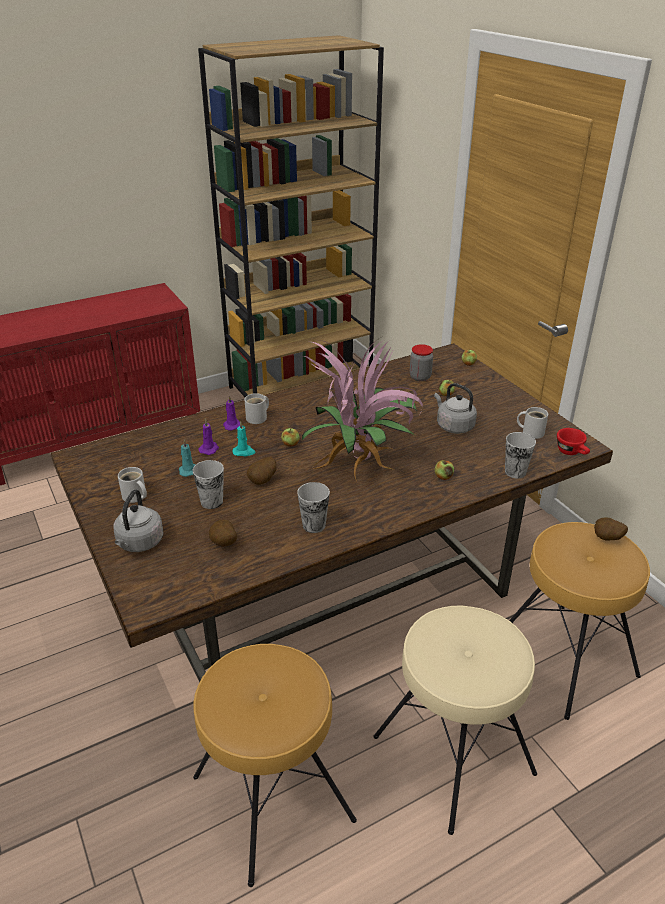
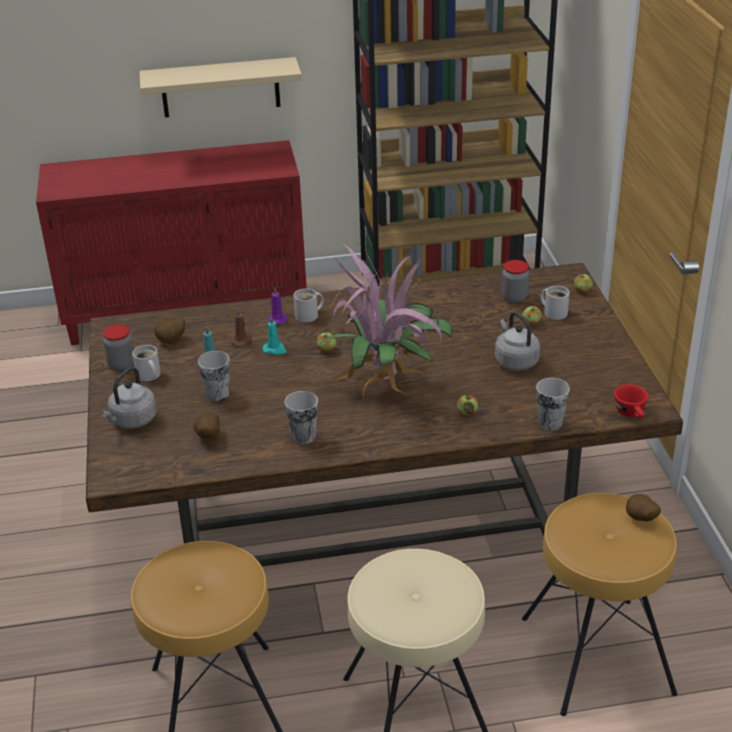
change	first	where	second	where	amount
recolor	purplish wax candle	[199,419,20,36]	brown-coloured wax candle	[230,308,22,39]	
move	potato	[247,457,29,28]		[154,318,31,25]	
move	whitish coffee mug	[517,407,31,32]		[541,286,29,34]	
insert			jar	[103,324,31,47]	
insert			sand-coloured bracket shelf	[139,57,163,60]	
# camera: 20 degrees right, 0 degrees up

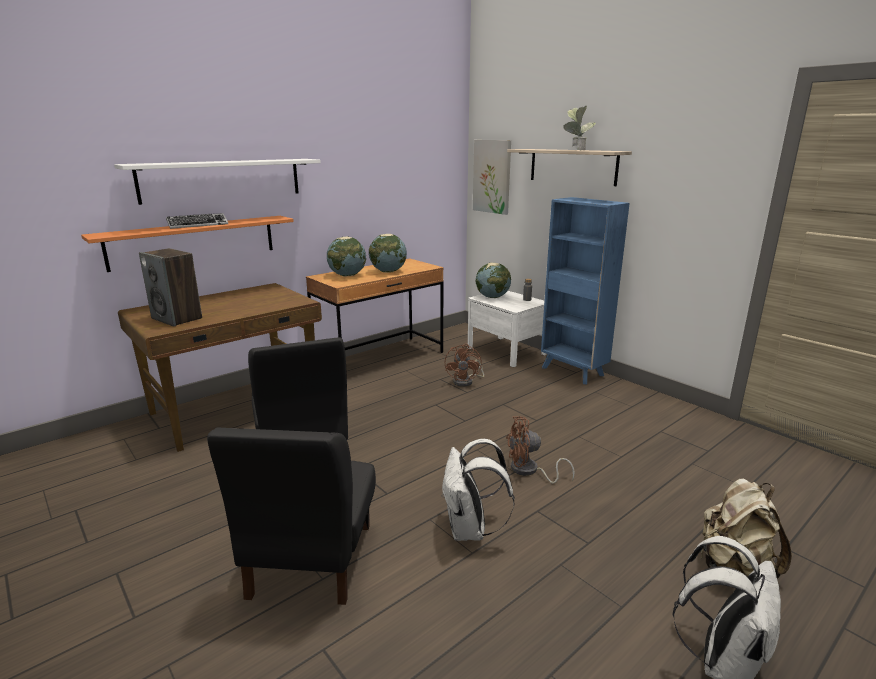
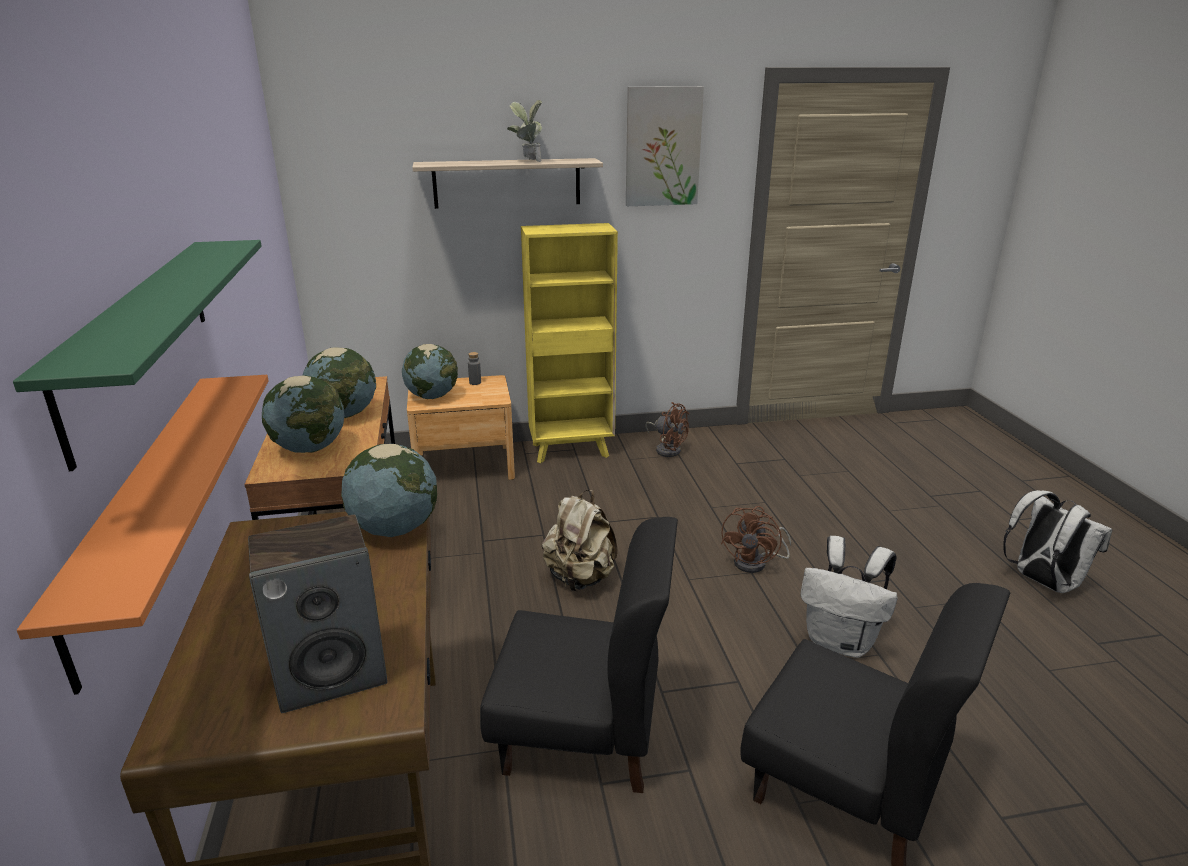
change	first	where	second	where	amount
recolor	whitish bracket shelf	[114,159,207,46]	greenish bracket shelf	[13,240,249,231]	
delete	PC keyboard	[166,213,62,16]			
move	brown-coloured electric fan	[445,343,39,44]		[645,402,44,55]	
recolor	whitish nightstand	[468,291,79,76]	brown-coloured nightstand	[407,375,108,105]	
move	wall picture	[473,140,38,75]		[626,86,78,120]	
recolor	blue-coloured bookcase	[541,197,89,187]	yellowish bookcase	[521,223,97,240]	
move	sand-coloured backpack	[700,478,92,101]		[542,490,76,101]	
insert			globe	[341,444,96,93]	
# camera: 60 degrees left, 5 degrees up

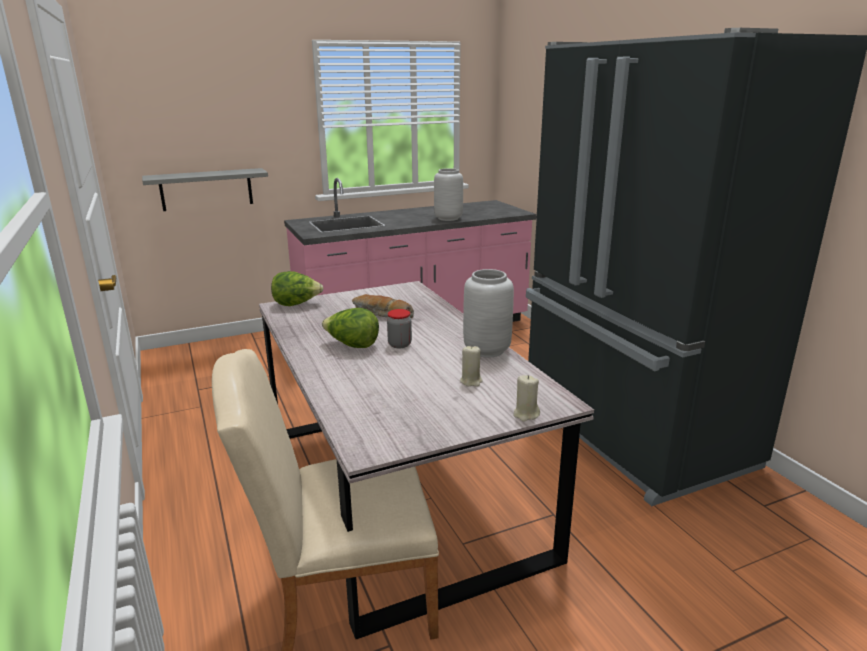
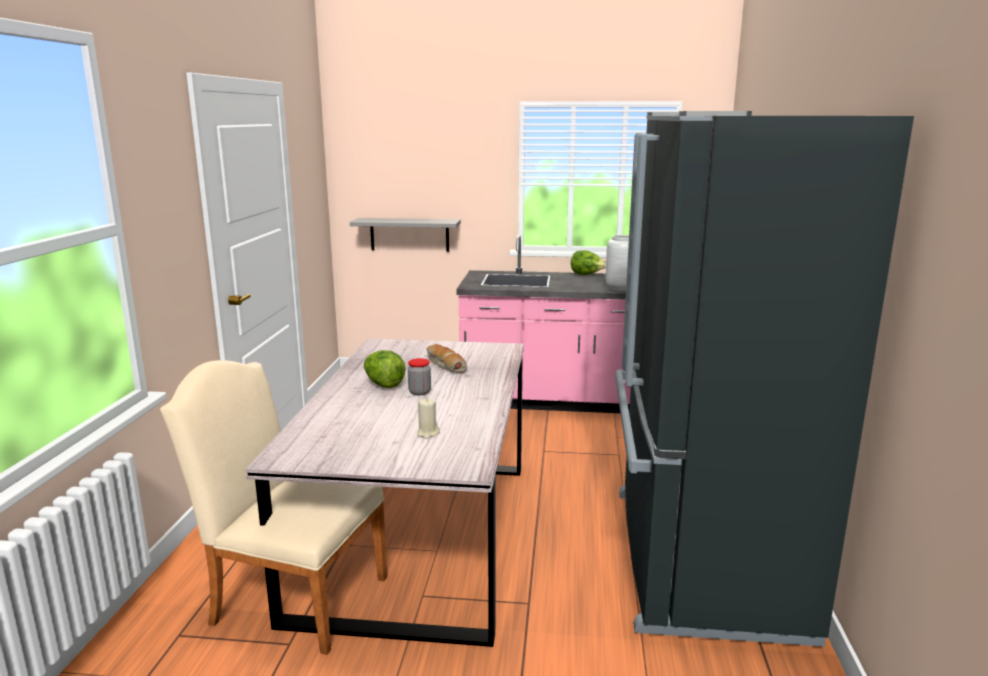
change	first	where	second	where	amount
move	lettuce head	[271,271,53,35]		[571,250,35,25]	
delete	greyish vase	[463,269,51,89]			
delete	sand-coloured wax candle	[513,375,27,46]			
# camera: 30 degrees right, 5 degrees down

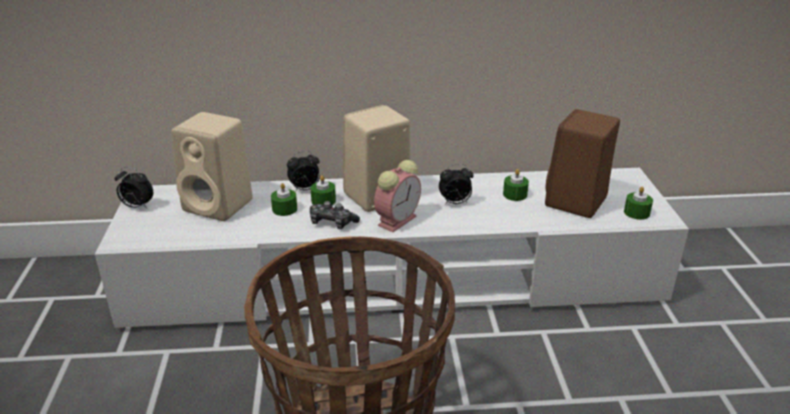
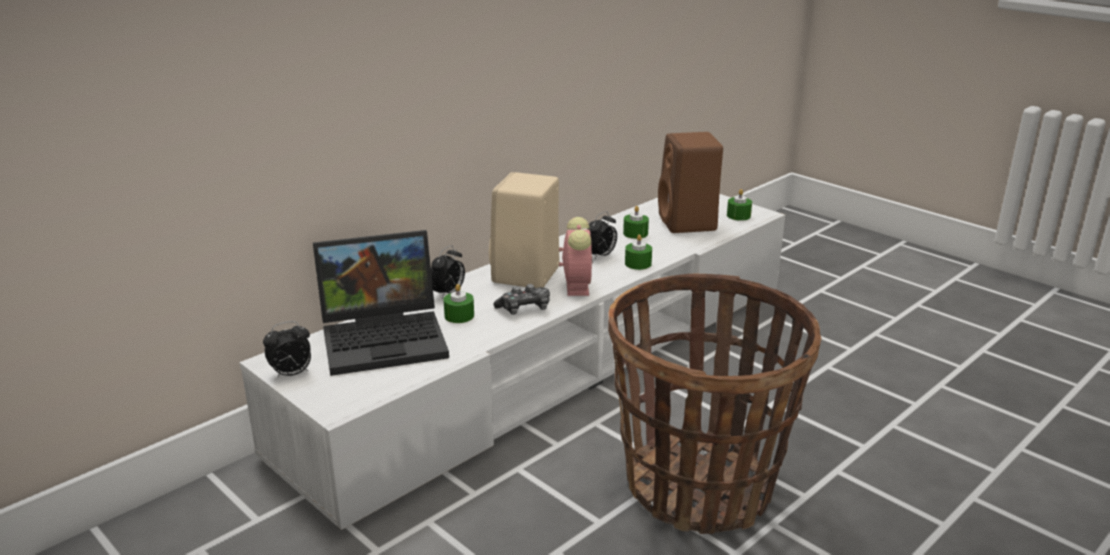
change	first	where	second	where	amount
replace	sand-coloured speaker	[171,112,82,109]	portable computer	[313,230,136,146]	
move	greenish wax candle	[311,175,25,30]		[625,234,27,36]	
# camera: 40 degrees left, 5 degrees down

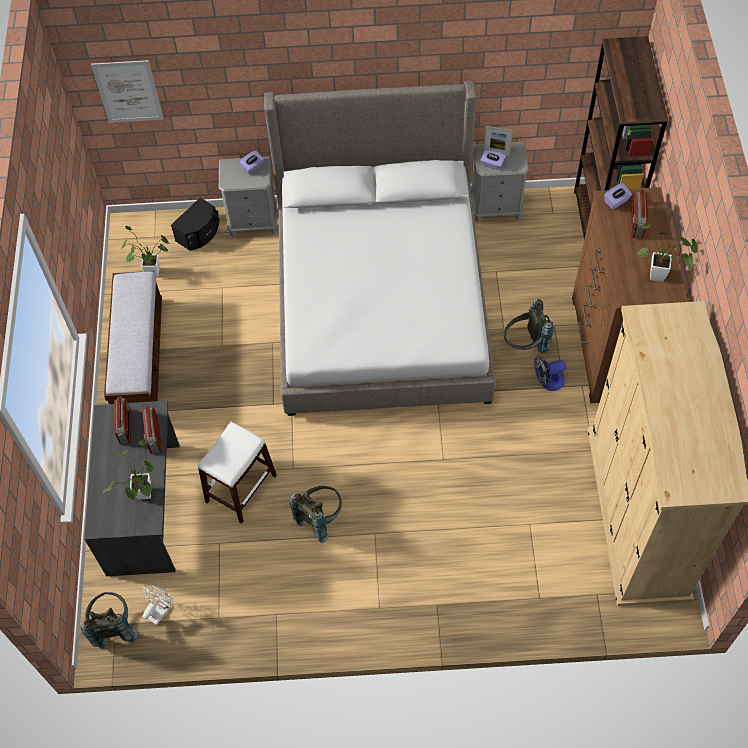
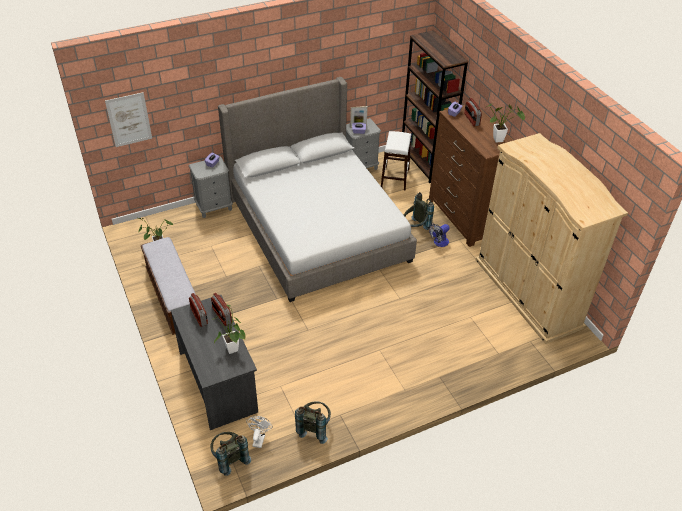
change	first	where	second	where	amount
delete	black-coloured speaker	[171,198,48,53]			
move	whitish stool seat	[198,422,79,102]		[381,131,30,59]	
move	greyish backpack	[290,486,52,57]		[295,401,36,43]	
# camera: 25 degrees left, 15 degrees down

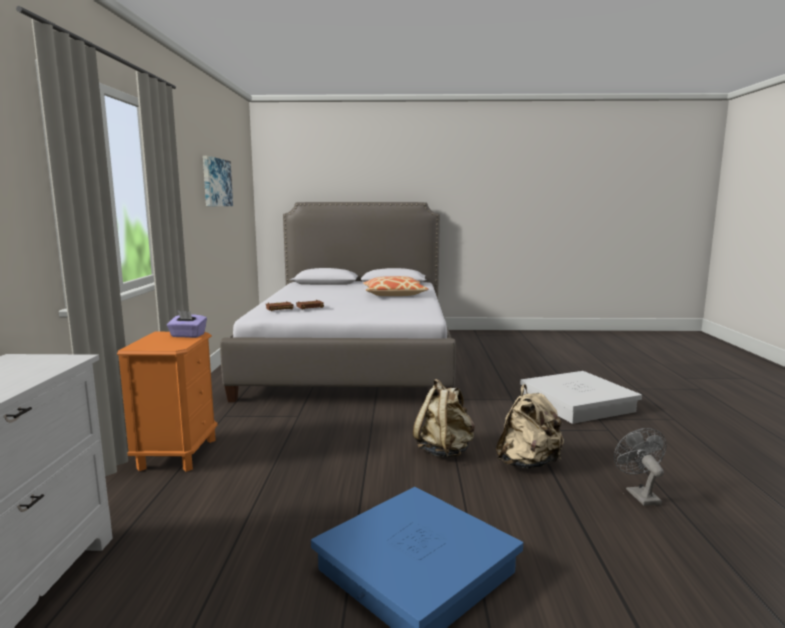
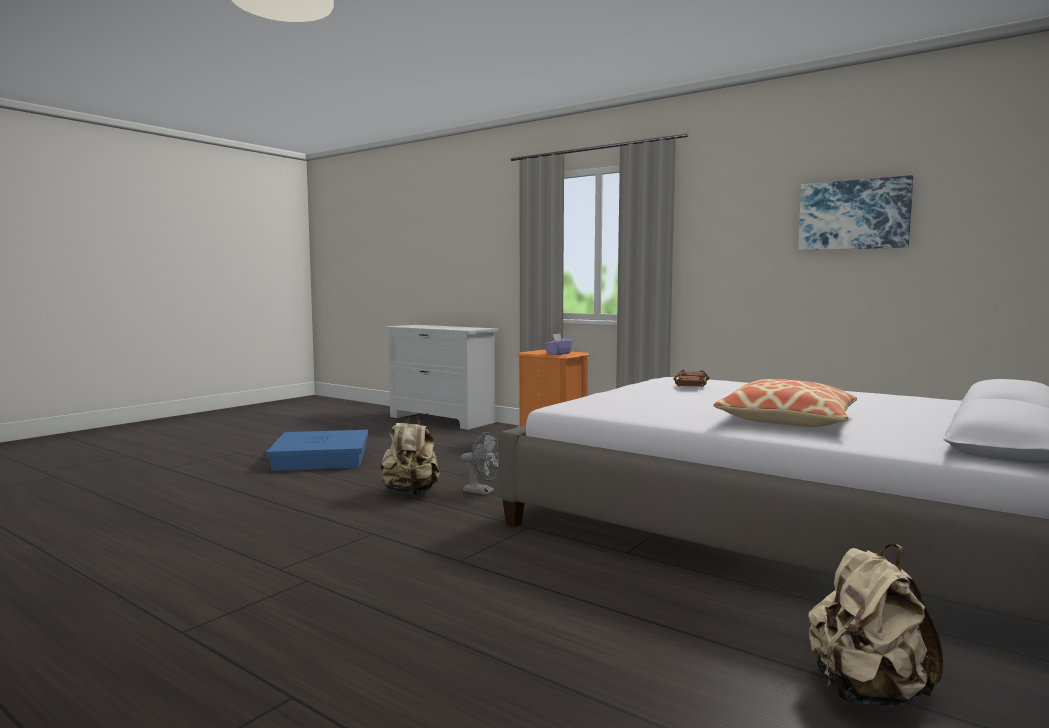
change	first	where	second	where	amount
move	sand-coloured backpack	[496,384,68,85]		[808,544,135,162]	
delete	whitish storage bin	[520,371,122,53]			
move	greyish electric fan	[614,428,52,78]		[461,432,38,63]	
# camera: 125 degrees right, 5 degrees down

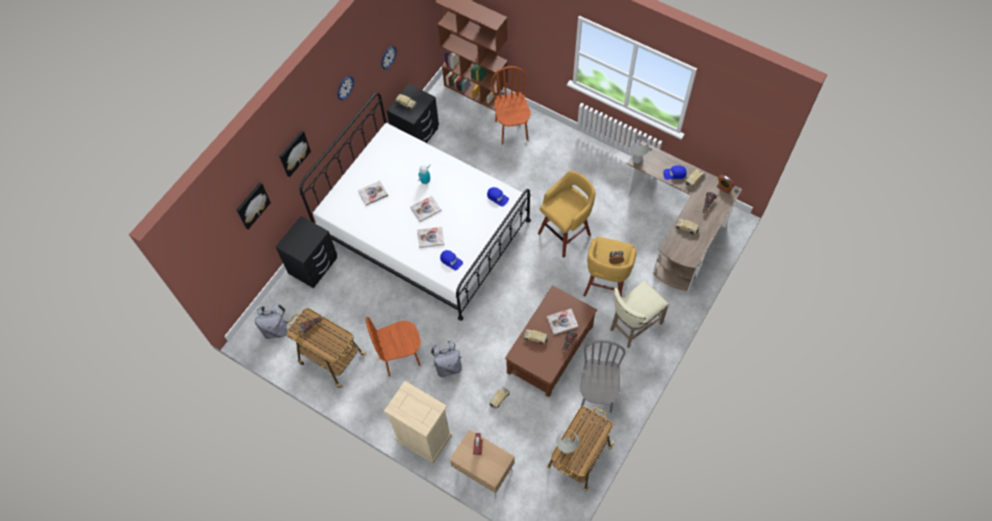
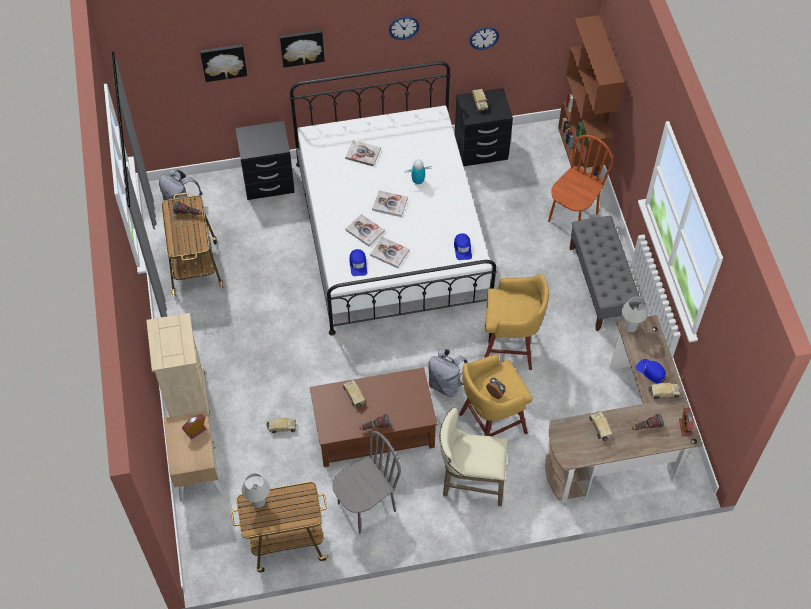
change	first	where	second	where	amount
delete	brown-coloured plain chair	[366,317,55,60]			
move	greyish backpack	[431,341,31,36]		[428,348,40,49]	
move	book	[547,309,31,26]		[370,237,39,31]	
insert			greyish long seat	[570,216,71,115]	
# camera: 45 degrees right, 5 degrees down

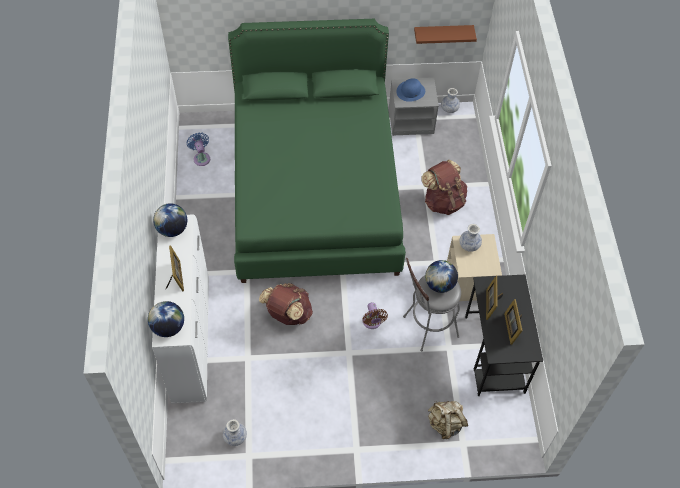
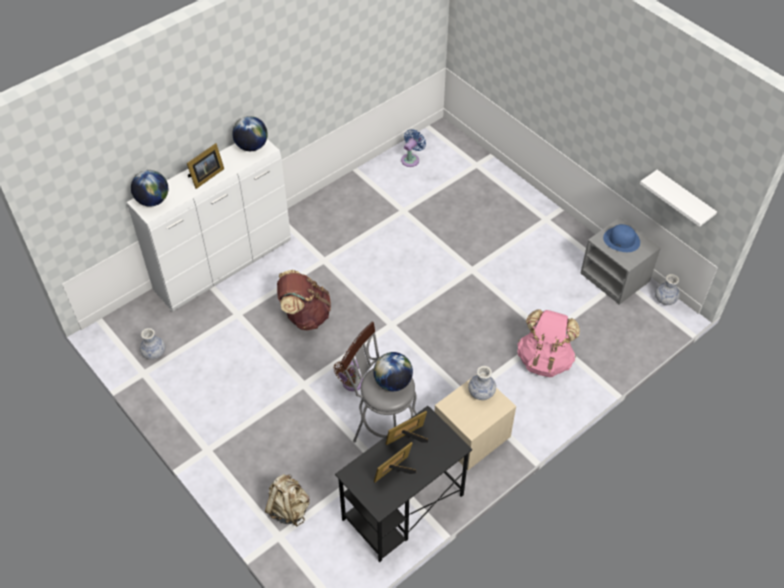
change	first	where	second	where	amount
delete	greenish sleeping bed	[228,19,178,264]			
recolor	brown-coloured bracket shelf	[414,25,63,19]	whitish bracket shelf	[640,170,77,57]	
recolor	brown-coloured backpack	[422,160,45,55]	pink backpack	[517,309,63,68]	
# camera: 55 degrees right, 5 degrees down

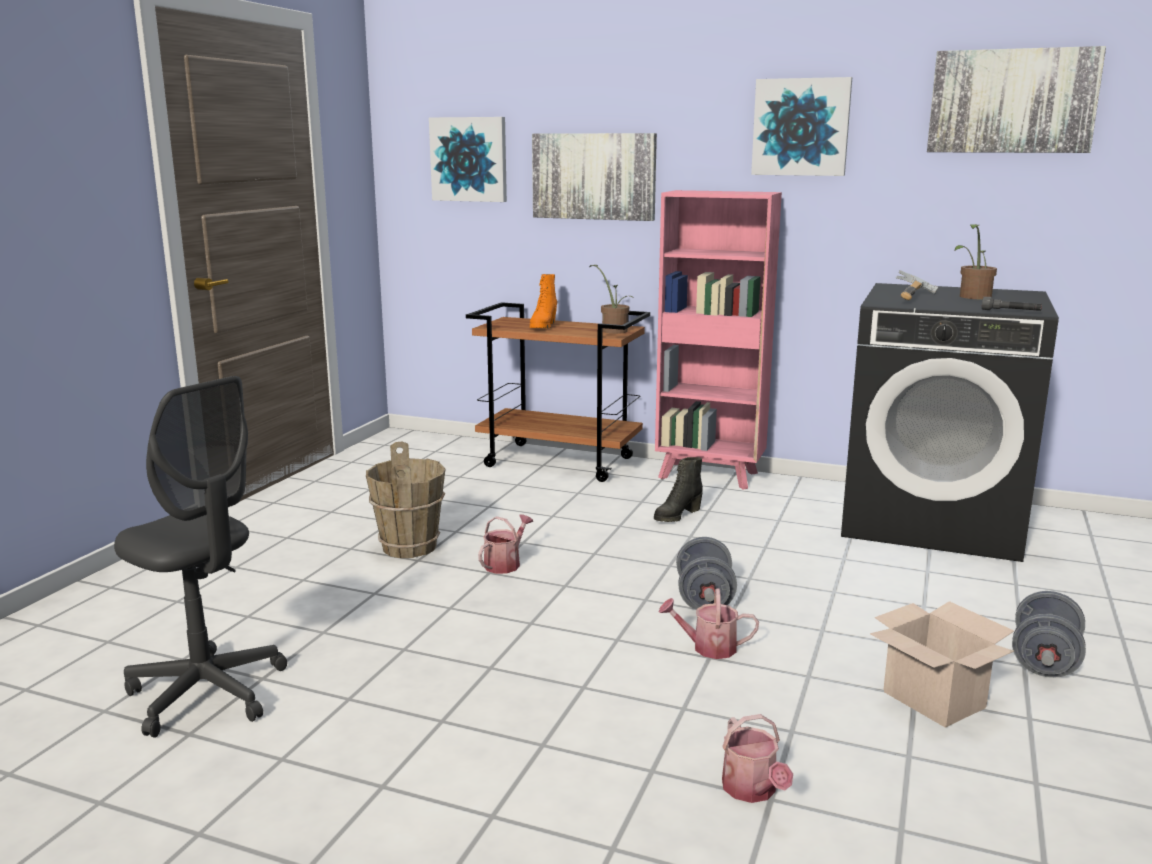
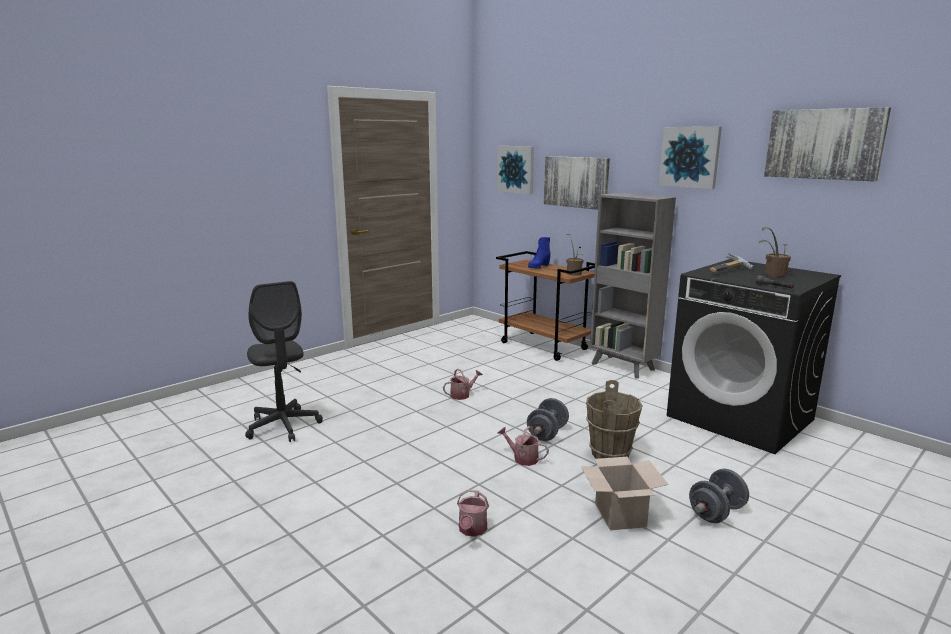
change	first	where	second	where	amount
move	brown-coloured water bucket	[366,442,80,116]		[586,380,57,79]	
recolor	orange-coloured tall boot	[530,274,27,54]	blue-coloured tall boot	[528,237,23,32]	
delete	black-coloured tall boot	[654,457,49,65]			
recolor	pink bookcase	[655,190,127,300]	greyish bookcase	[590,193,86,185]	
# camera: 25 degrees right, 0 degrees up

